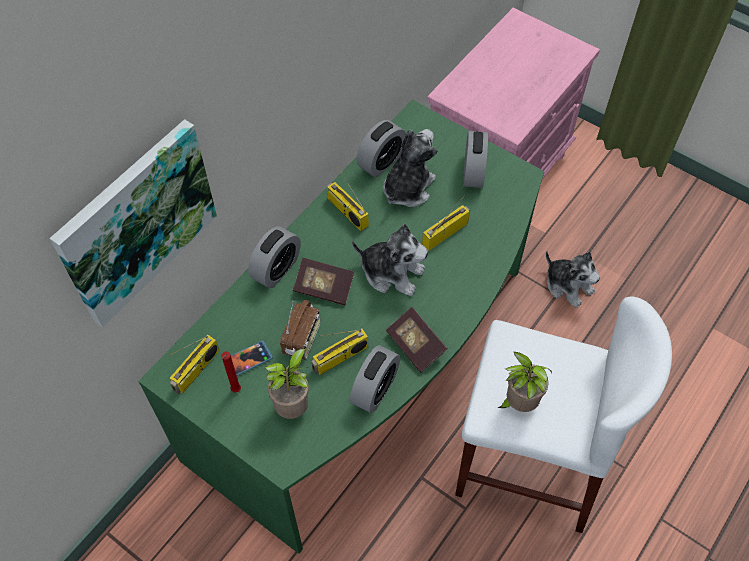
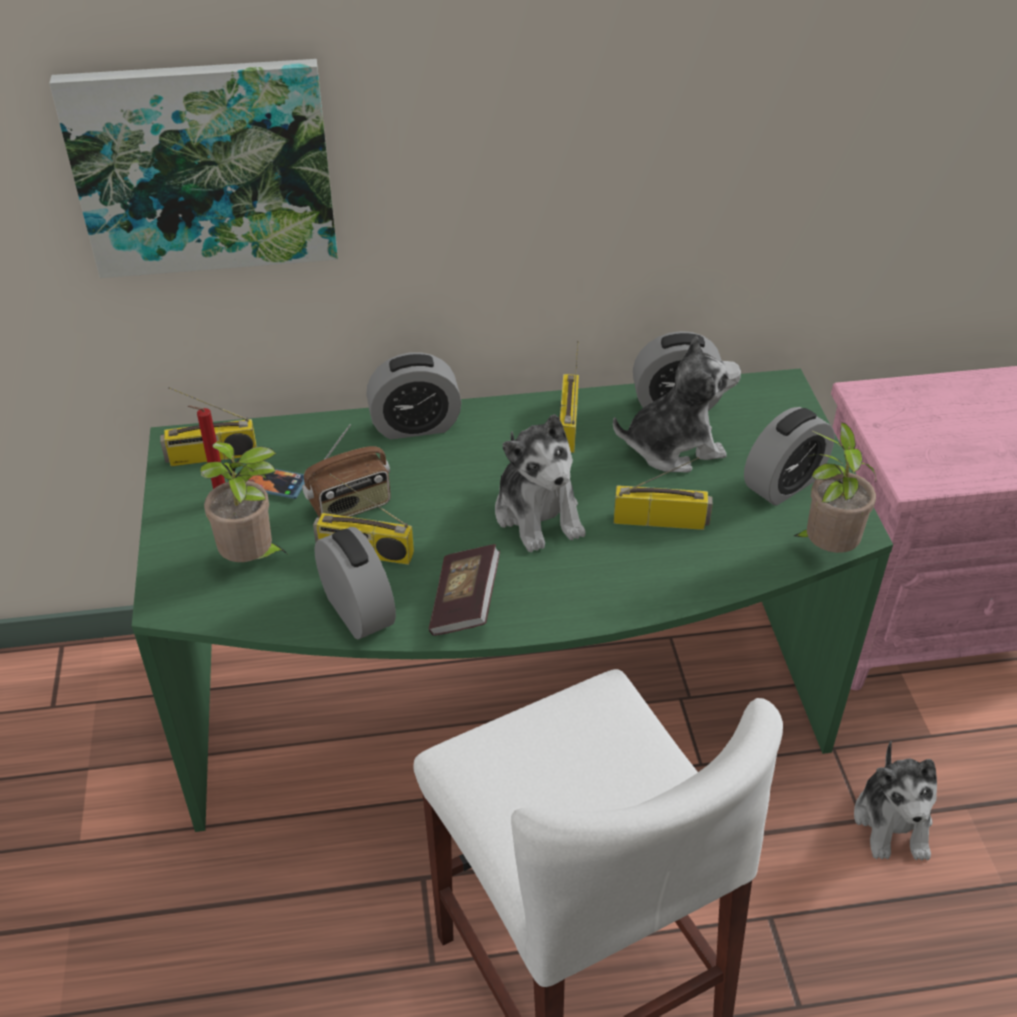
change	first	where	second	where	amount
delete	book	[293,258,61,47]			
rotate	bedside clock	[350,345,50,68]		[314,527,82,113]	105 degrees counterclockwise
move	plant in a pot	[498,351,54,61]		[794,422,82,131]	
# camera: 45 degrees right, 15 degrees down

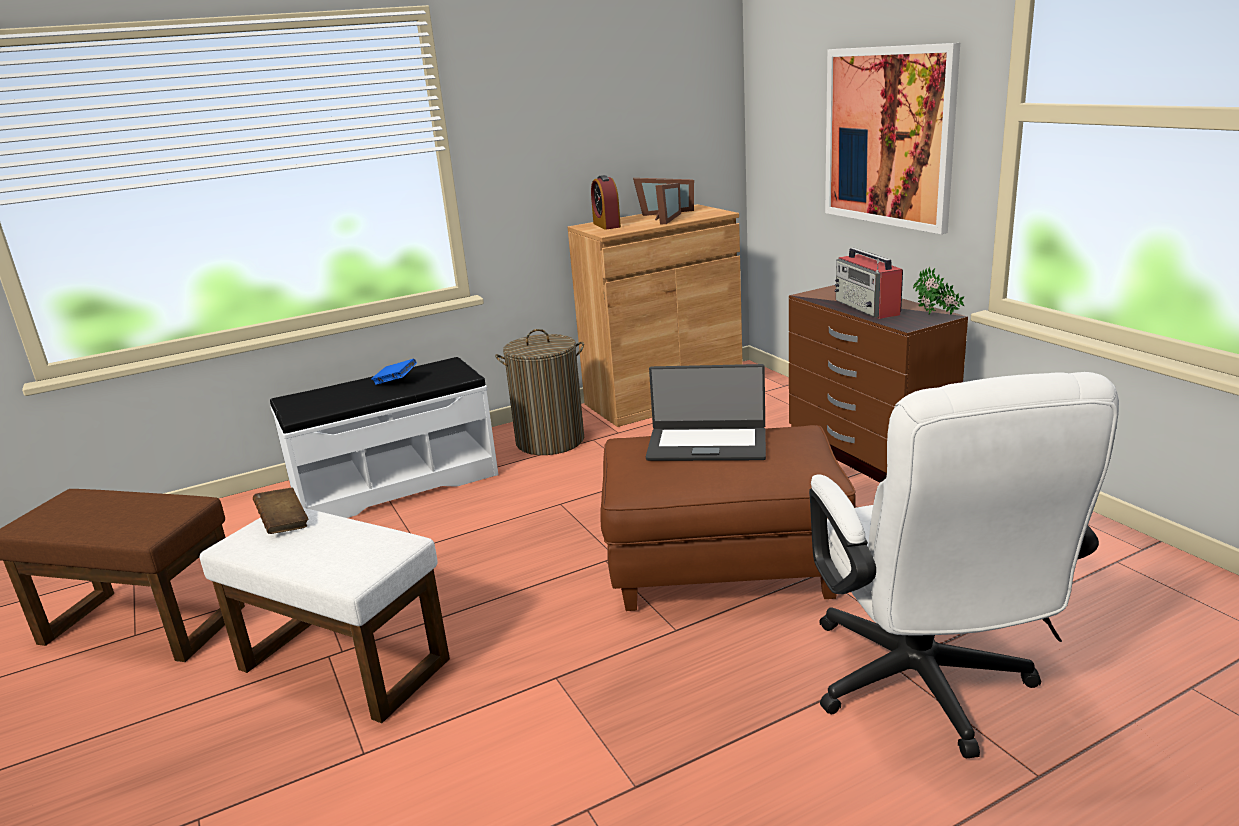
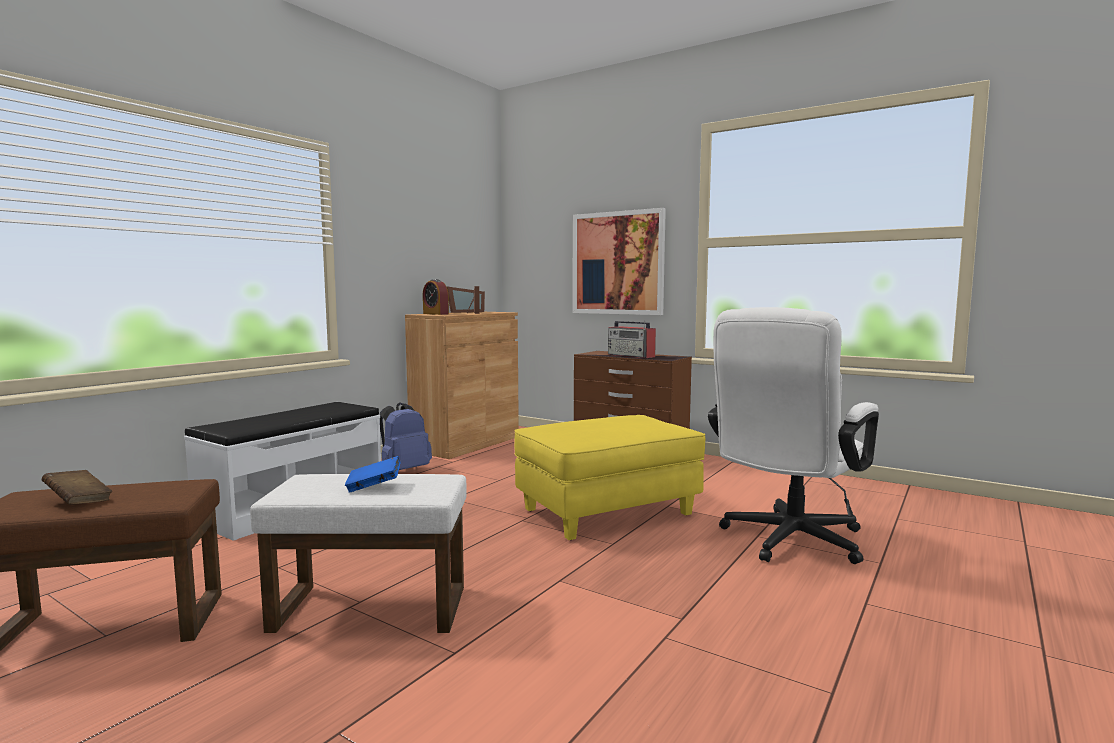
change	first	where	second	where	amount
move	brown-coloured book	[253,487,55,47]		[42,470,70,35]	
move	blue-coloured book	[371,359,46,26]		[345,456,56,37]	
replace	washing basket	[495,329,89,126]	blue-coloured backpack	[380,402,52,68]	
recolor	brown-coloured ottoman	[600,425,256,186]	yellowish ottoman	[514,415,191,125]	
delete	portable computer	[646,364,120,97]			
rotate	whitish office chair	[809,372,310,387]		[708,307,171,257]	75 degrees clockwise
delete	plant in a pot	[913,267,51,48]			
# camera: 30 degrees left, 15 degrees down

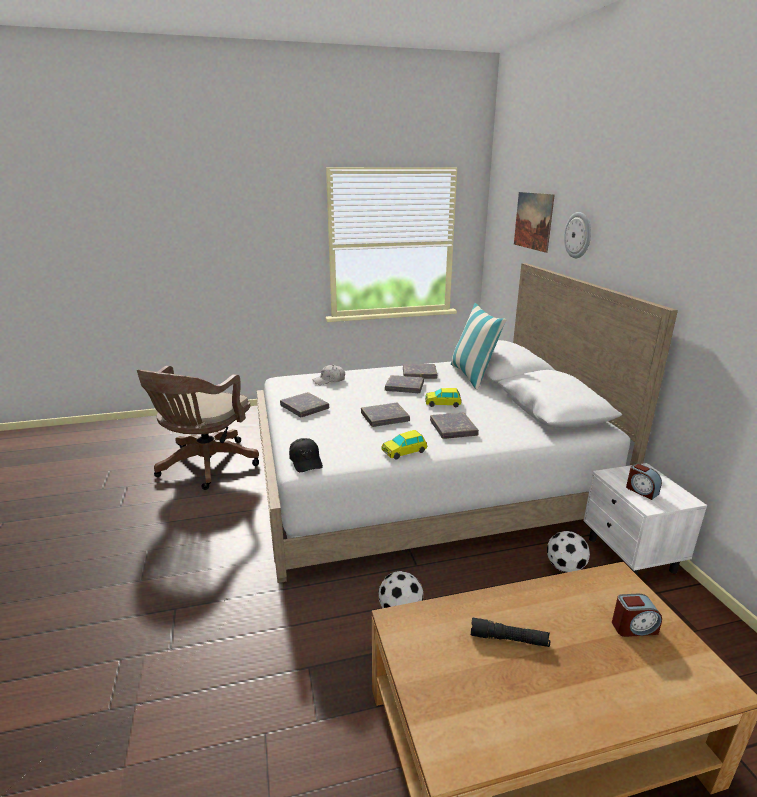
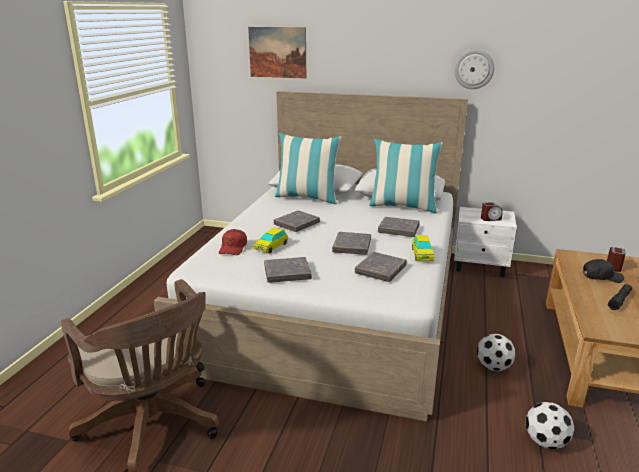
change	first	where	second	where	amount
move	black-coloured cap	[289,438,34,34]		[583,259,41,24]	
recolor	whitish cap	[312,365,33,20]	red-coloured cap	[219,229,28,26]	
move	greyish book	[403,364,34,15]		[355,252,52,30]	
move	toy car	[425,388,37,19]		[253,228,35,26]	
move	football ball	[547,531,43,41]		[525,402,50,47]	
move	clock on the wall	[564,212,27,46]		[454,49,40,40]	
insert			cushion	[369,139,74,74]	
# camera: 60 degrees left, 0 degrees up

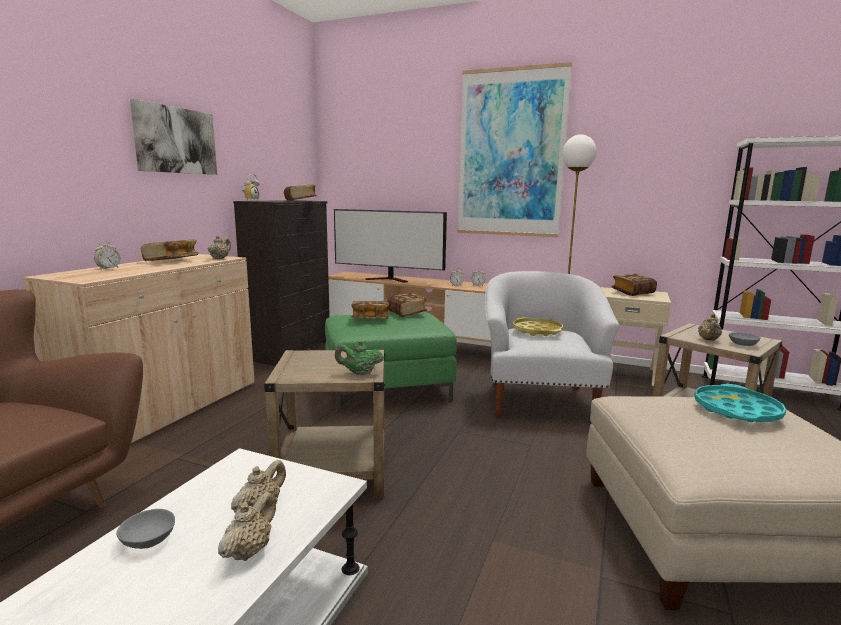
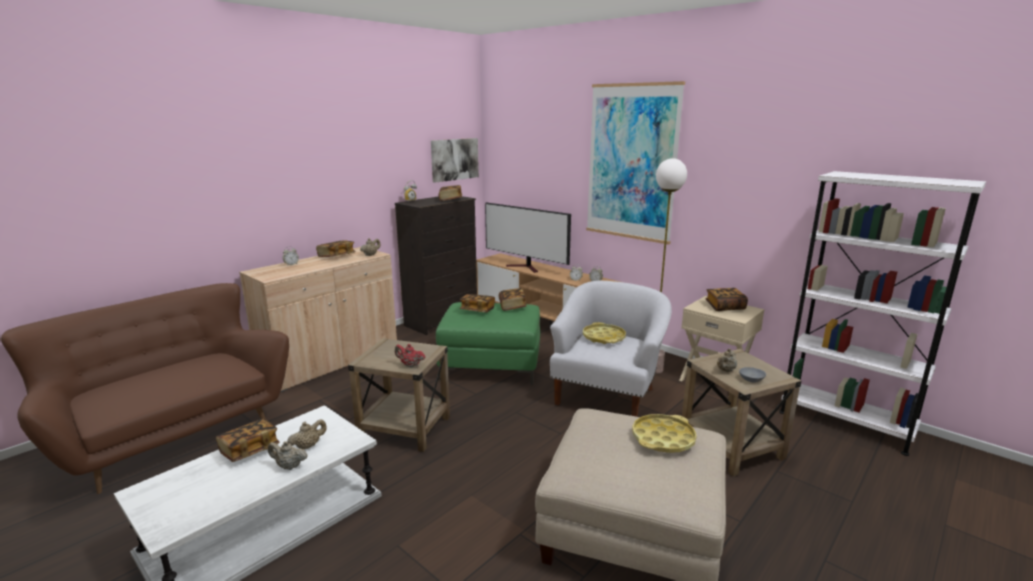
change	first	where	second	where	amount
replace	greyish bowl	[116,509,59,40]	book	[216,418,64,44]	
move	wall picture	[130,99,87,76]		[431,138,48,45]	
rotate	sand-coloured pot for tea	[218,492,58,69]		[268,441,40,29]	120 degrees counterclockwise
recolor	greenish pot for tea	[335,341,49,34]	red-coloured pot for tea	[395,344,30,24]	
recolor	blue-green serving tray	[694,384,92,38]	yellowish serving tray	[632,414,65,39]	
# camera: 20 degrees right, 5 degrees up

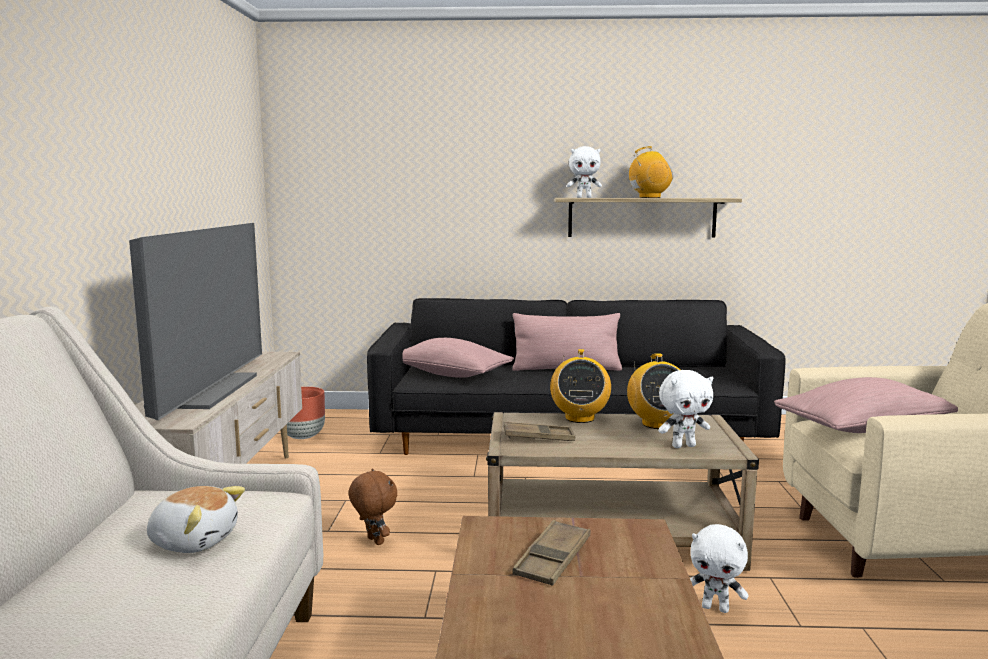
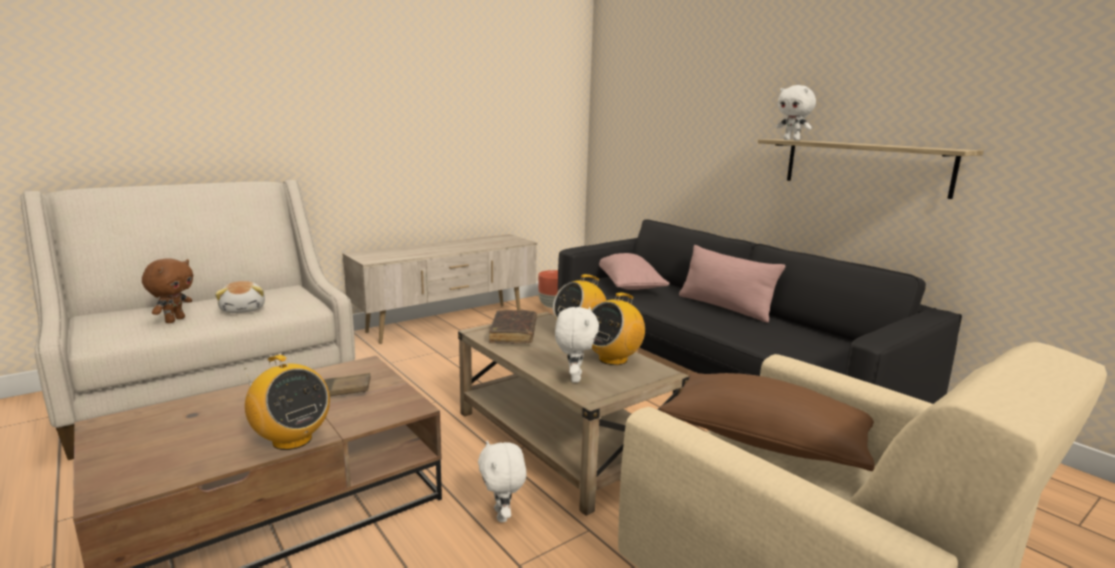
change	first	where	second	where	amount
delete	TV	[129,223,133,197]			
move	brown-coloured plush toy	[348,468,49,77]		[142,258,51,65]	
replace	brown-coloured serving tray	[504,422,71,19]	brown-coloured book	[489,310,48,34]	
move	radio	[629,146,44,52]		[245,355,85,95]	
rotate	whitish plush toy	[658,370,55,78]		[555,307,44,76]	120 degrees counterclockwise
recolor	pink cushion	[774,377,184,56]	brown-coloured cushion	[659,372,216,99]	
# camera: 50 degrees right, 5 degrees up

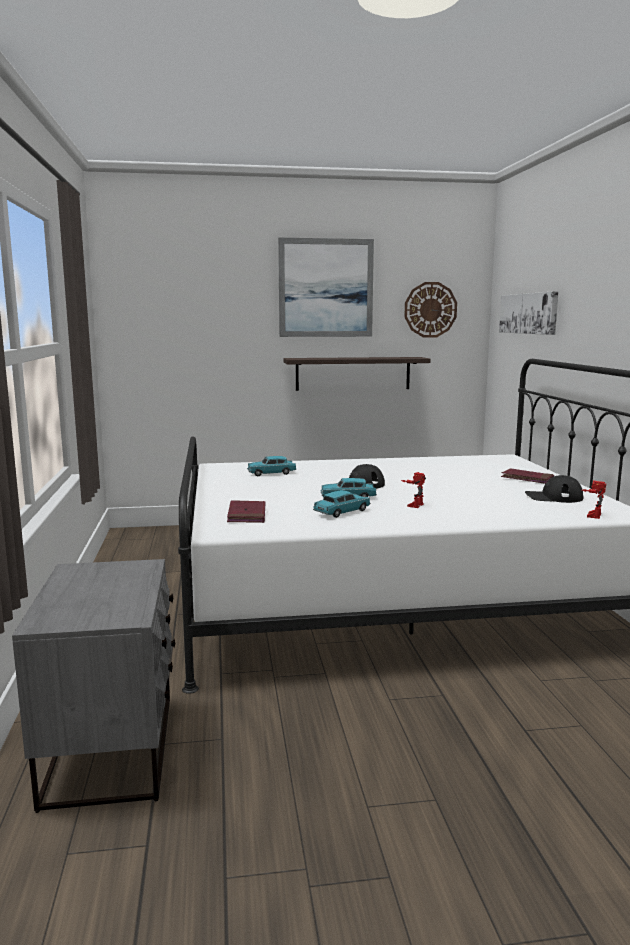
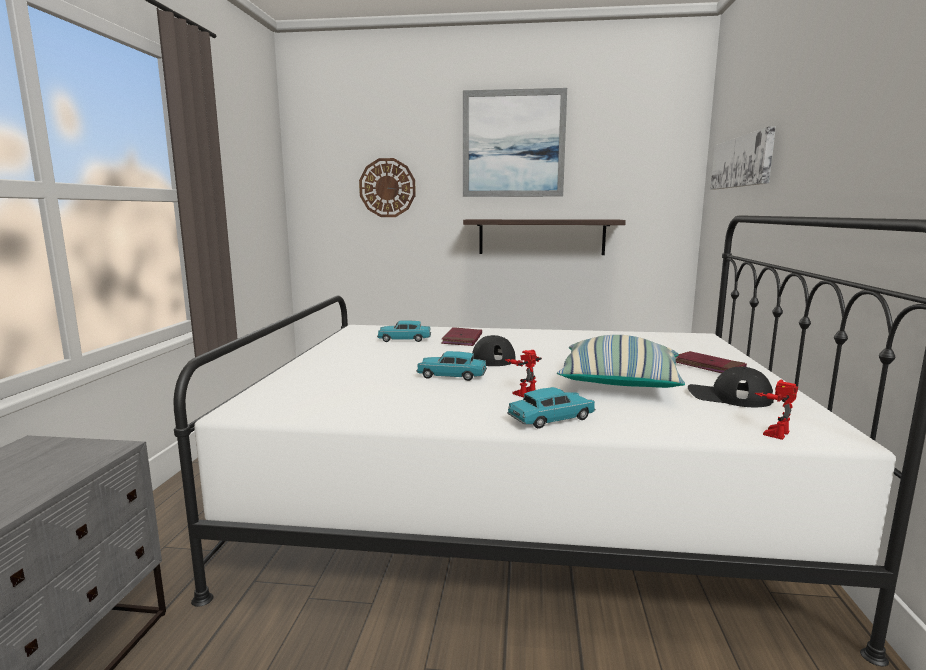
change	first	where	second	where	amount
move	red-coloured book	[227,500,38,23]		[441,327,41,19]	
move	blue-green toy car	[313,490,58,28]		[507,387,89,42]	
move	clock on the wall	[404,282,53,55]		[359,158,57,59]	
insert			cushion	[557,335,128,53]	
# camera: 15 degrees right, 0 degrees up

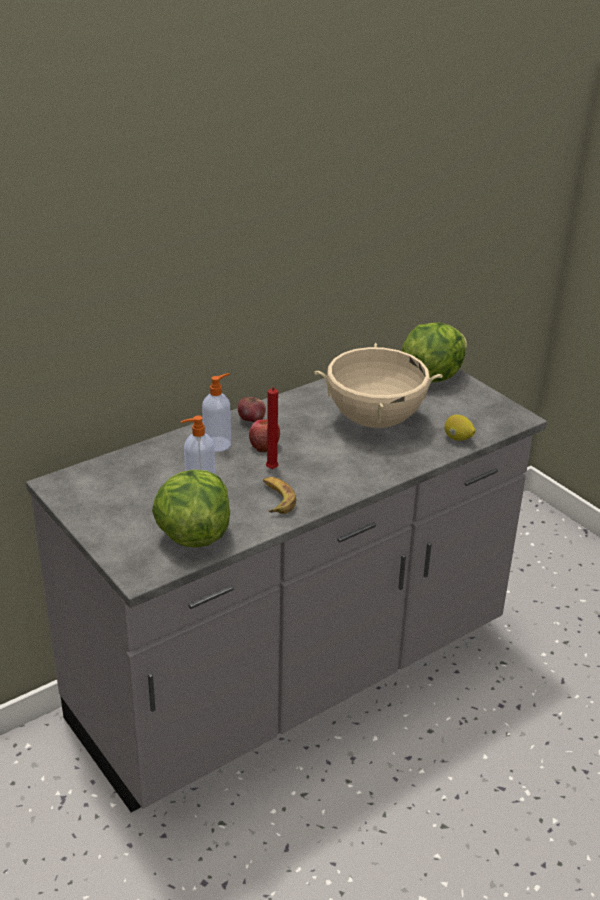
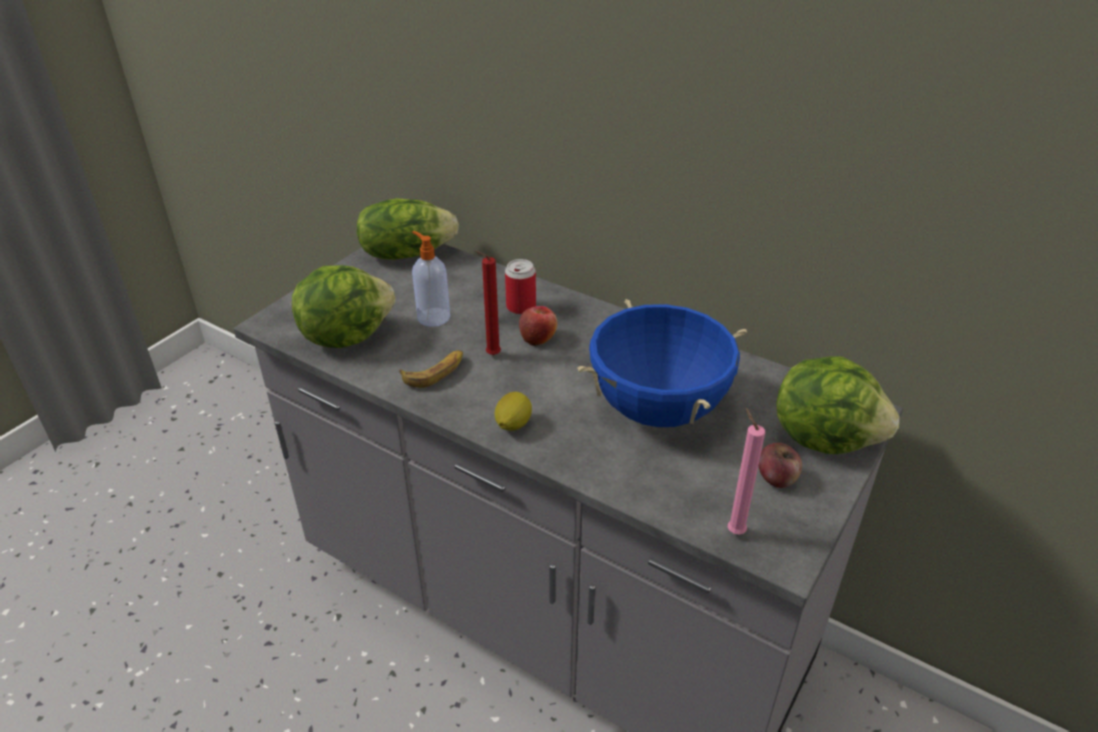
change	first	where	second	where	amount
replace	soap bottle	[202,373,29,79]	sealed can	[505,259,31,56]	
move	apple	[238,396,28,26]		[759,443,43,45]	
recolor	sand-coloured stockpot	[314,343,129,85]	blue-coloured stockpot	[577,299,170,128]	
move	whole lemon	[444,415,32,26]		[495,392,37,39]	
insert			lettuce head	[357,198,102,62]	
insert			pink wax candle	[728,408,37,127]	
# camera: 70 degrees right, 5 degrees up

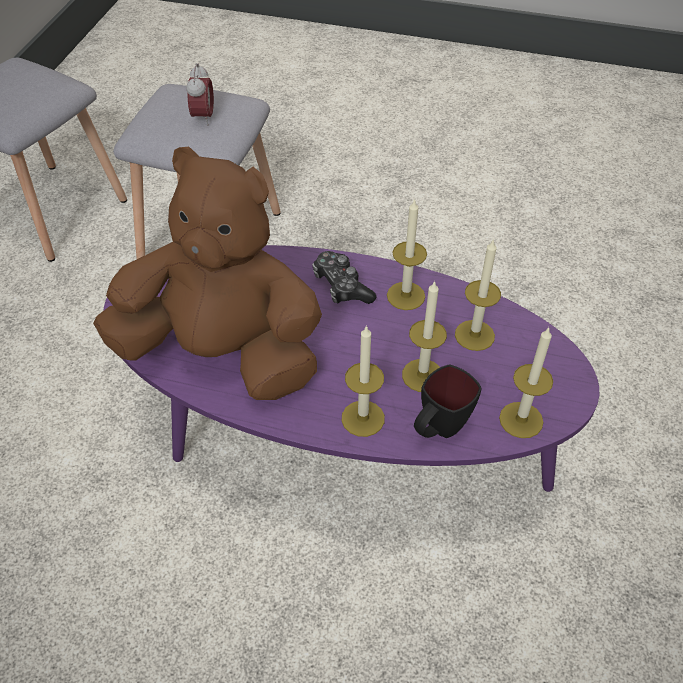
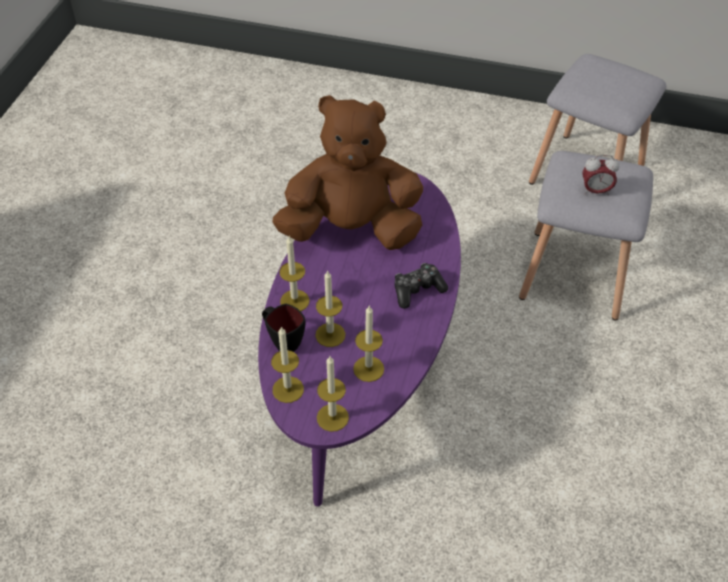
change	first	where	second	where	amount
rotate	brown-coloured plush toy	[93,147,229,253]		[272,95,151,155]	105 degrees counterclockwise
move	wax candle	[387,199,40,111]		[317,356,32,76]	
# camera: 90 degrees right, 0 degrees up

